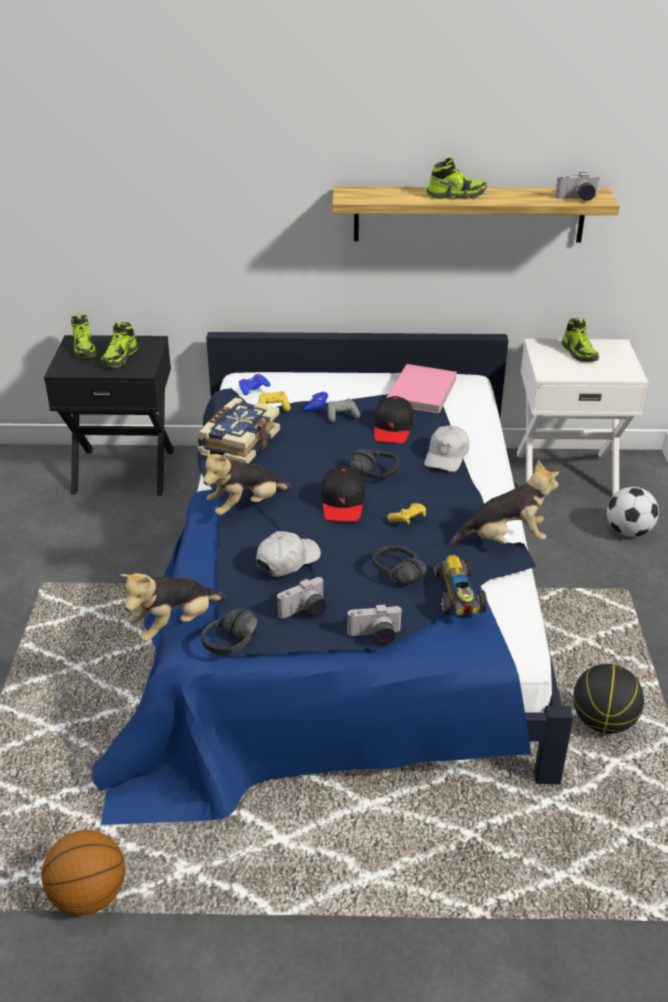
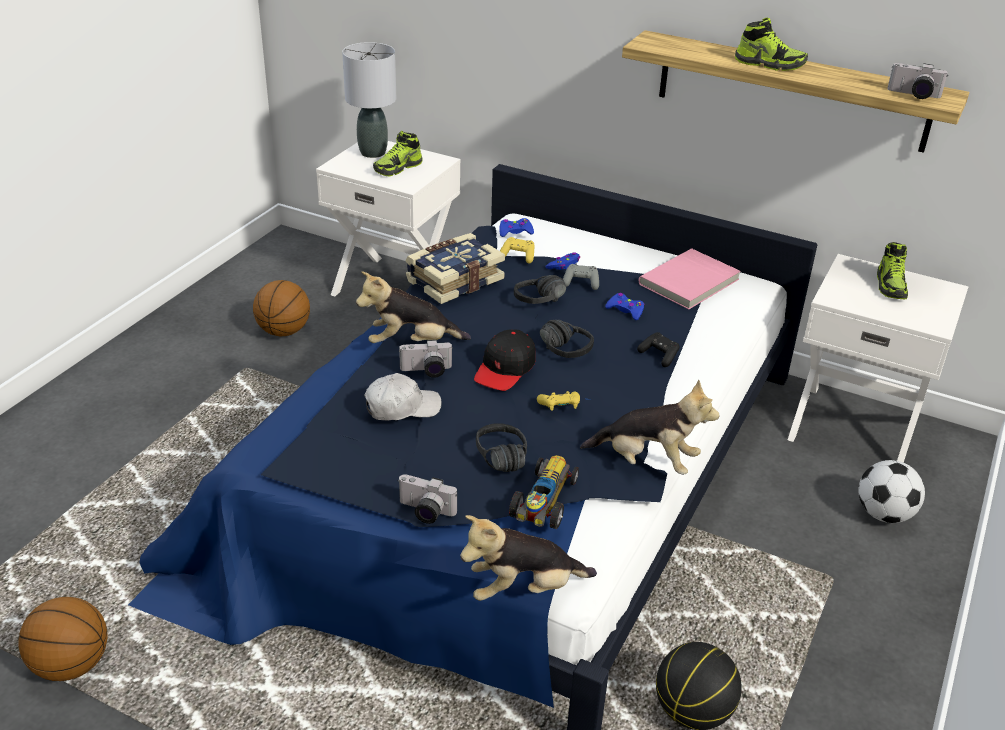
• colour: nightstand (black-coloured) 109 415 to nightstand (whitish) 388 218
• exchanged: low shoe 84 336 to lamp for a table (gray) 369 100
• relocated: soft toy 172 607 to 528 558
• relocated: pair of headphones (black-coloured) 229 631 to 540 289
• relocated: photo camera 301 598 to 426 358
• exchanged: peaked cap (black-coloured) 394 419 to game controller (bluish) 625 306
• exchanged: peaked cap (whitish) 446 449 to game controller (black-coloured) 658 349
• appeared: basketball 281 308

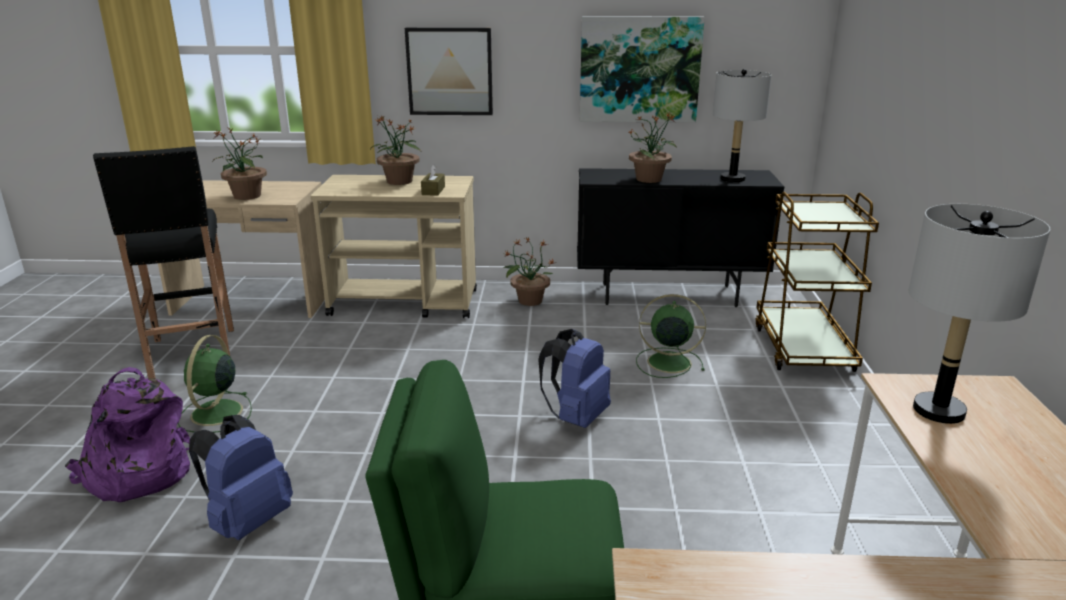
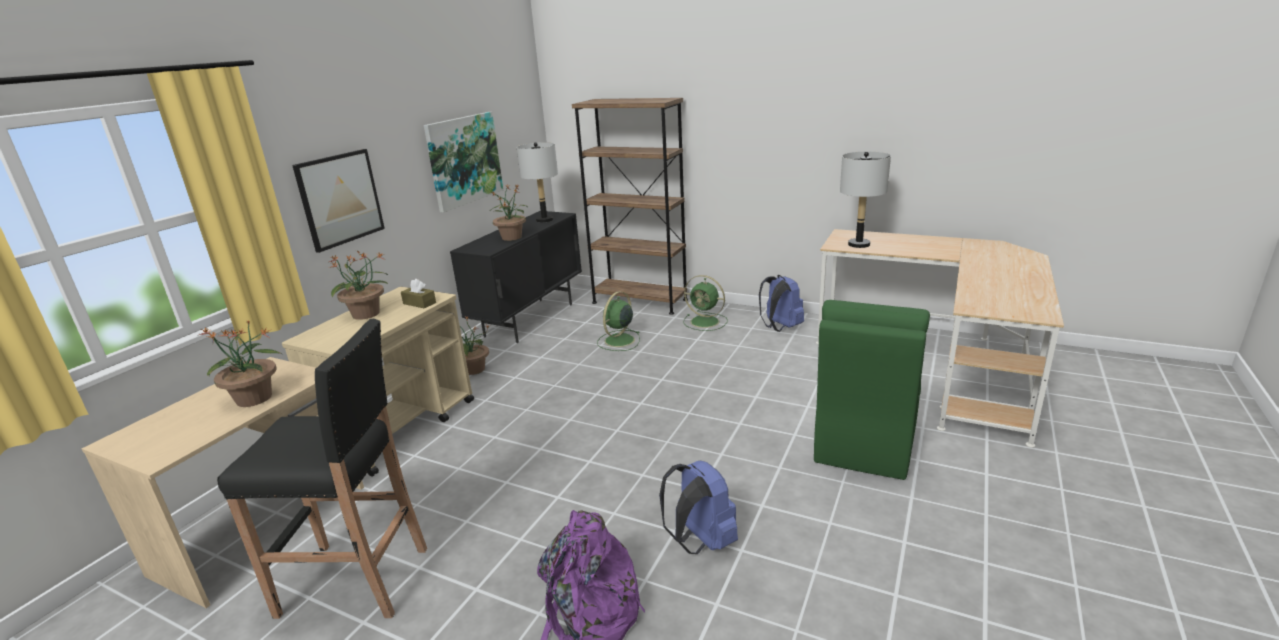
• relocated: fan (green) 215 384 to 705 303
• relocated: rucksack (bluish) 574 378 to 781 303
• exchanged: wheeled cart (brown-coloured) 817 282 to bookcase (brown-coloured) 630 206

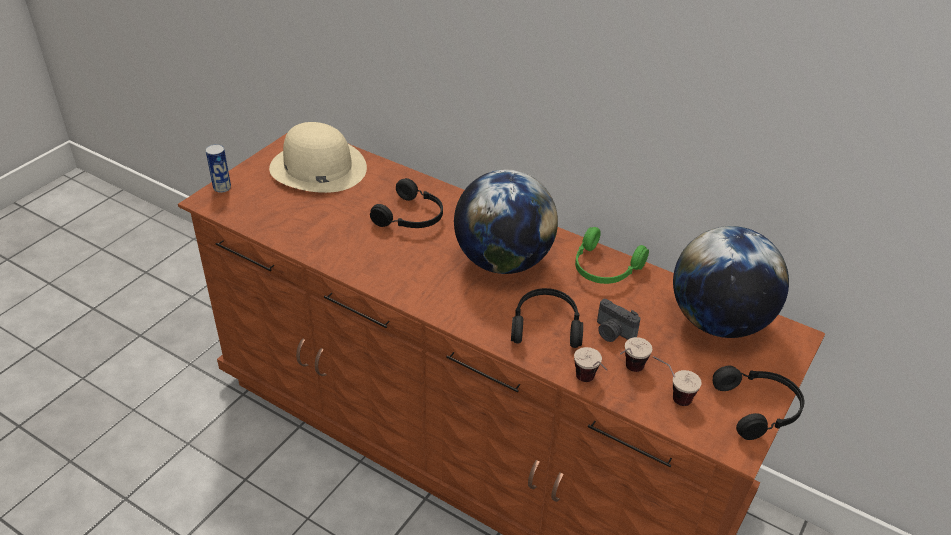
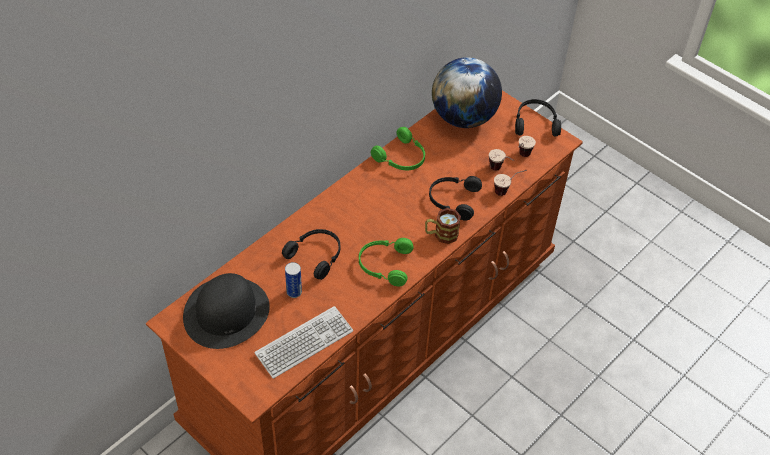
• relocated: can 218 168 to 293 280
• colour: clothing hat (sand-coloured) 318 157 to clothing hat (black-coloured) 226 311
• missing: world globe 506 222
• missing: photo camera 619 320
• appeared: keyboard 303 342
• appeared: pair of headphones (green) 386 262
• appeared: coffee mug 443 226

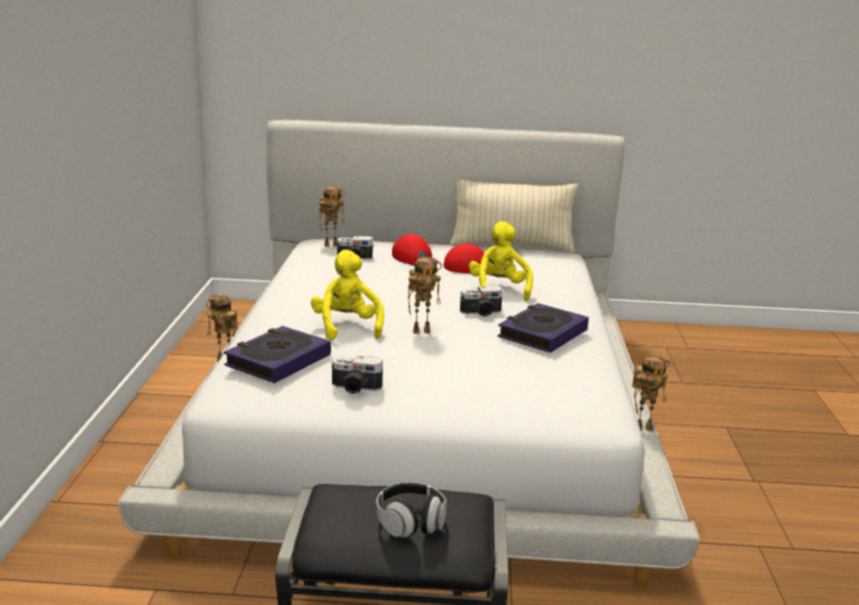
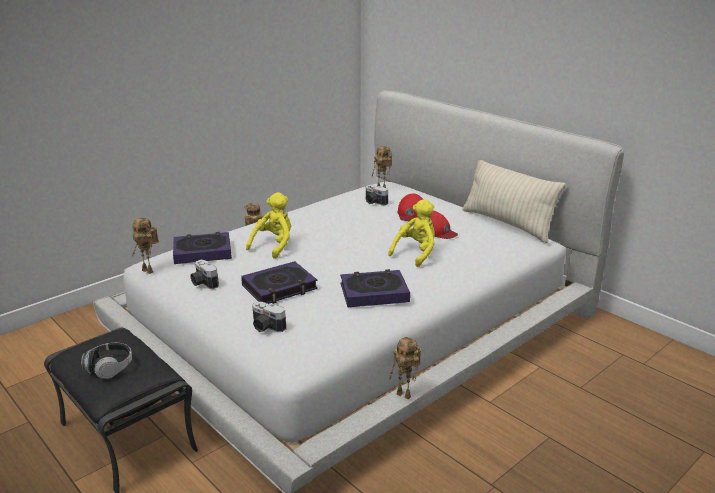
• relocated: model robot 425 295 to 145 246
• relocated: photo camera 481 301 to 269 317
• appeared: book 279 282

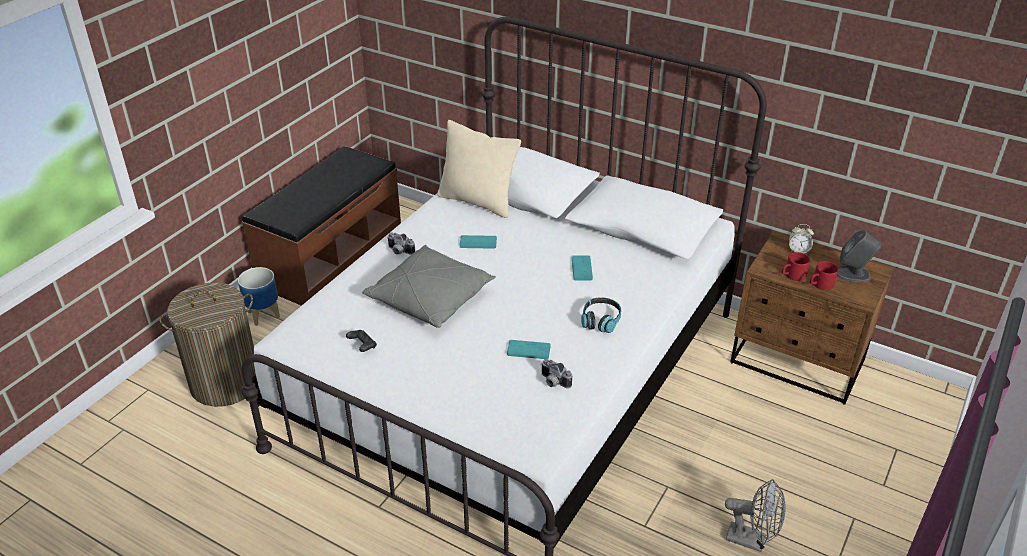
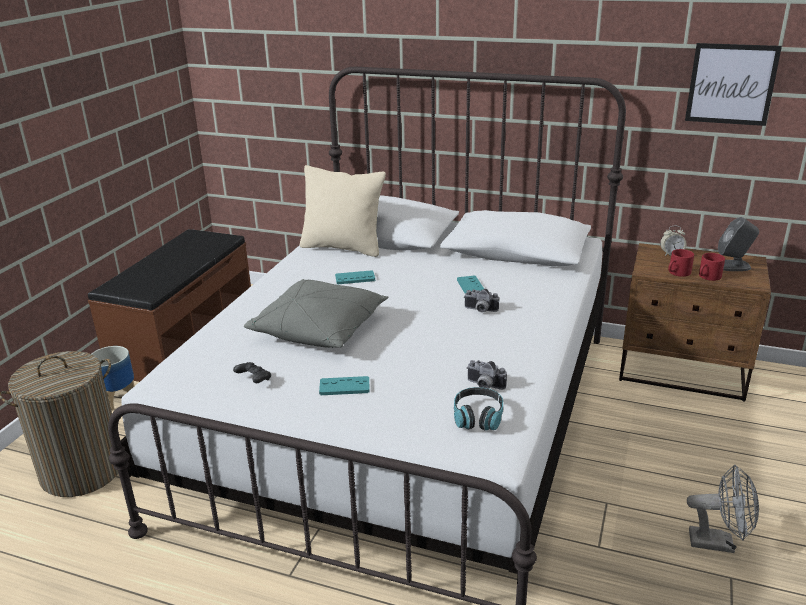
• relocated: photo camera 401 243 to 481 300
• relocated: game controller (turquoise-coloured) 529 349 to 344 385
• relocated: pair of headphones 601 315 to 478 409
• appeared: picture 733 84

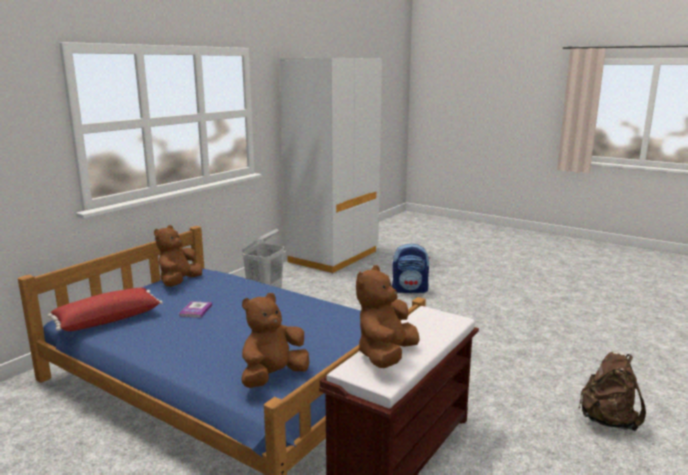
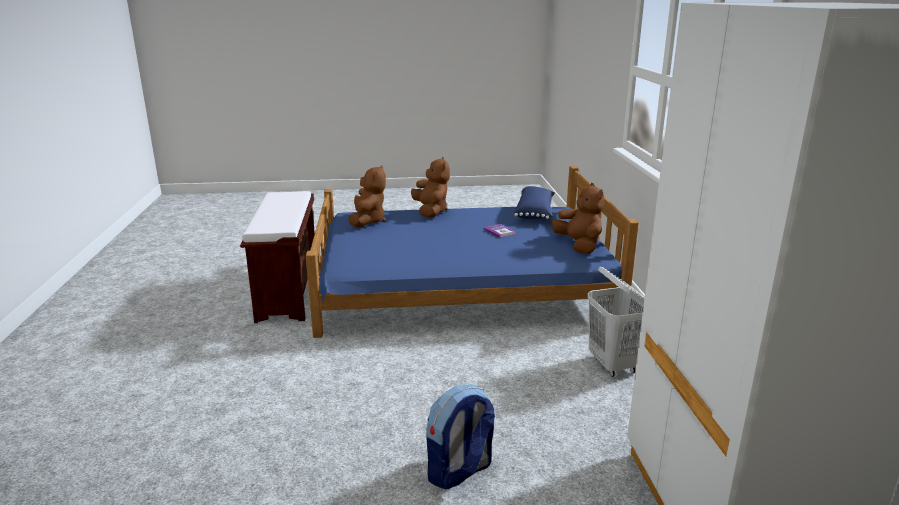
• colour: cushion (red-coloured) 105 309 to cushion (bluish) 534 202
• relocated: soft toy (brown-coloured) 388 316 to 430 187
• missing: rucksack (brown-coloured) 612 391

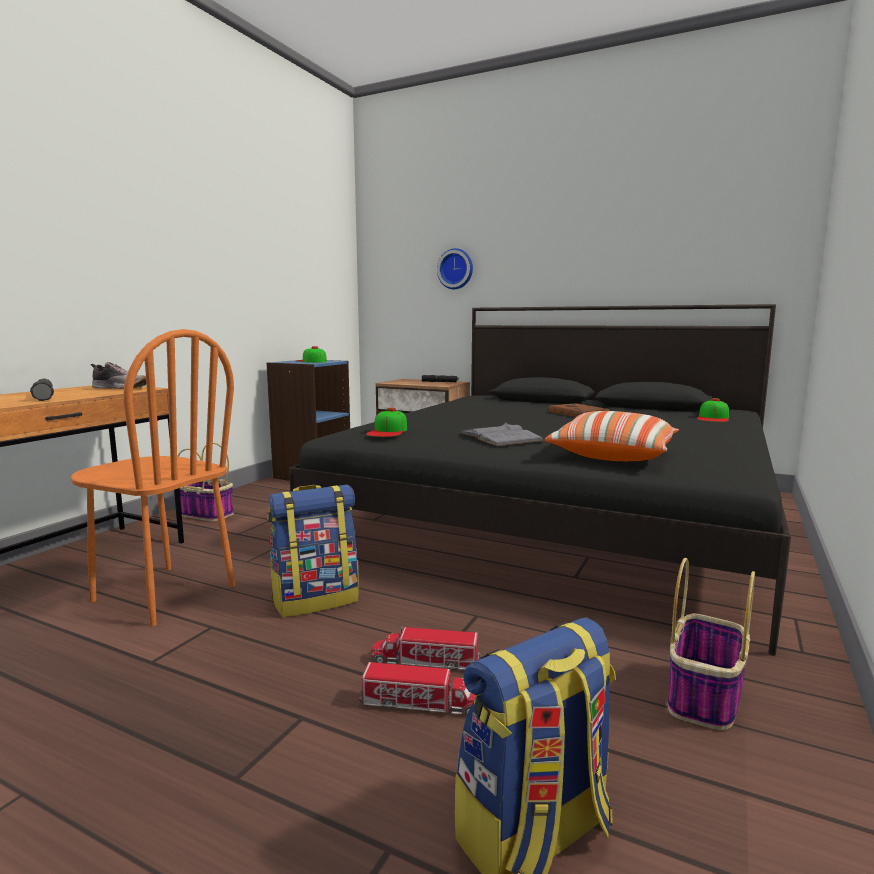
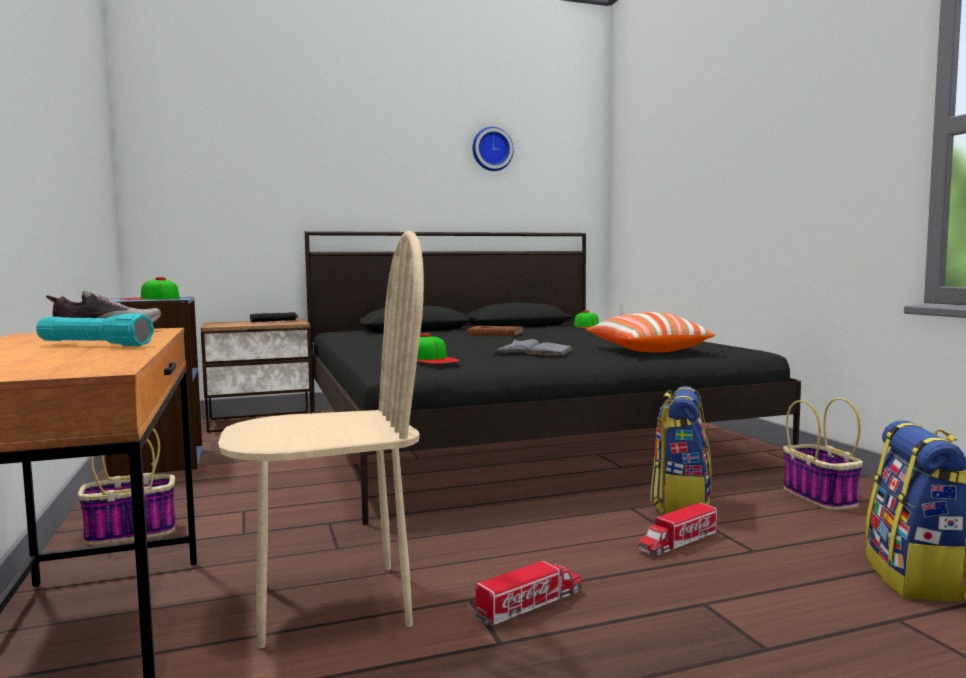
• colour: flashlight (black-coloured) 42 389 to flashlight (turquoise-coloured) 95 329
• colour: upright chair (orangey) 152 477 to upright chair (sand-coloured) 321 439
• relocated: rucksack 313 550 to 681 450
• relocated: model truck 417 688 to 527 593
• relocated: clock on the wall 455 268 to 493 149

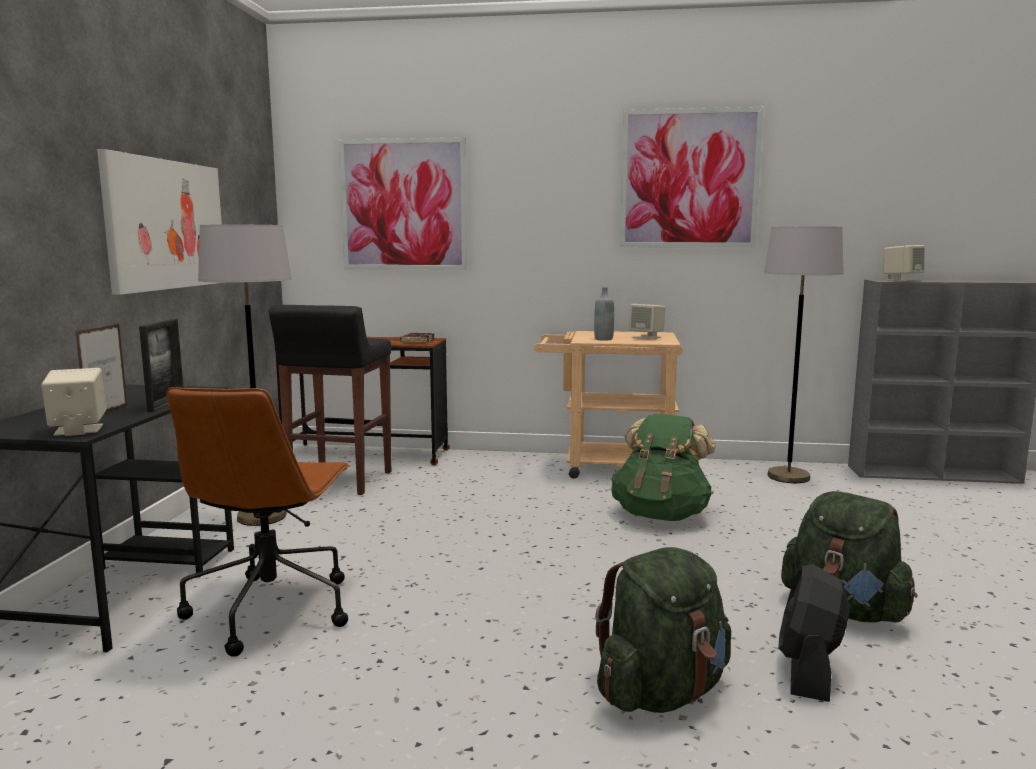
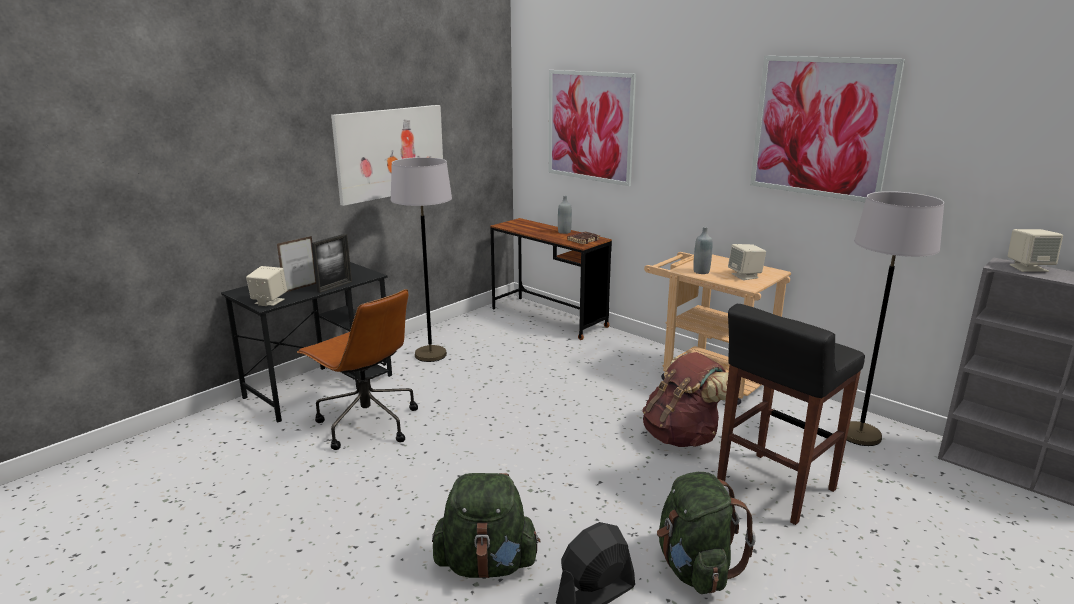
• spun: computer chair (brown-coloured) 258 522 = 357 369 90 degrees counterclockwise
• relocated: stool seat (black-coloured) 330 400 to 791 414
• colour: rucksack (green) 663 467 to rucksack (brown-coloured) 685 399
• appeared: drink bottle (gray) 565 214

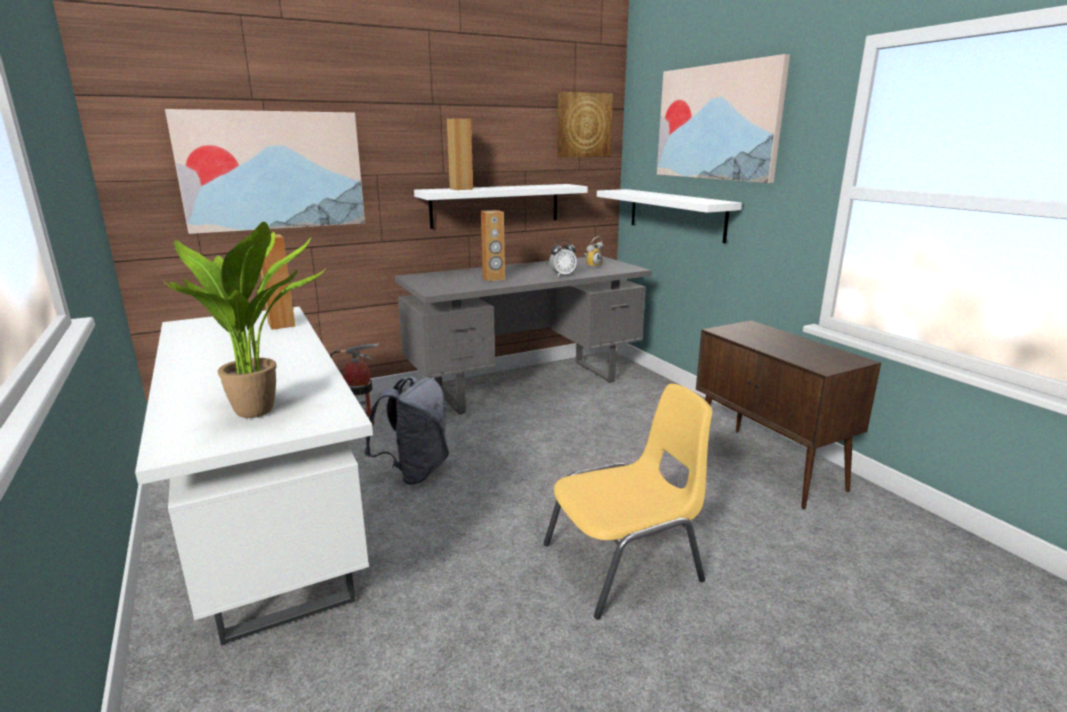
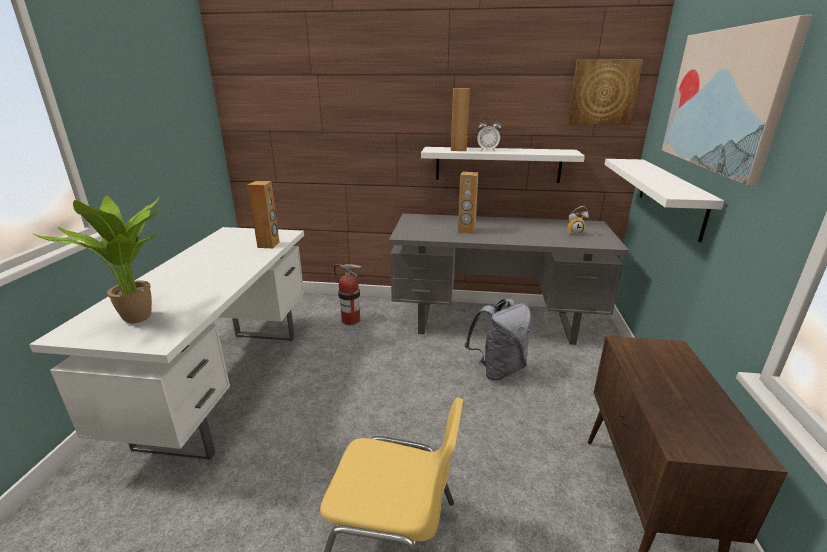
• missing: picture 265 171
• relocated: rucksack (gray) 406 431 to 498 339
• relocated: alarm clock 563 258 to 489 135

